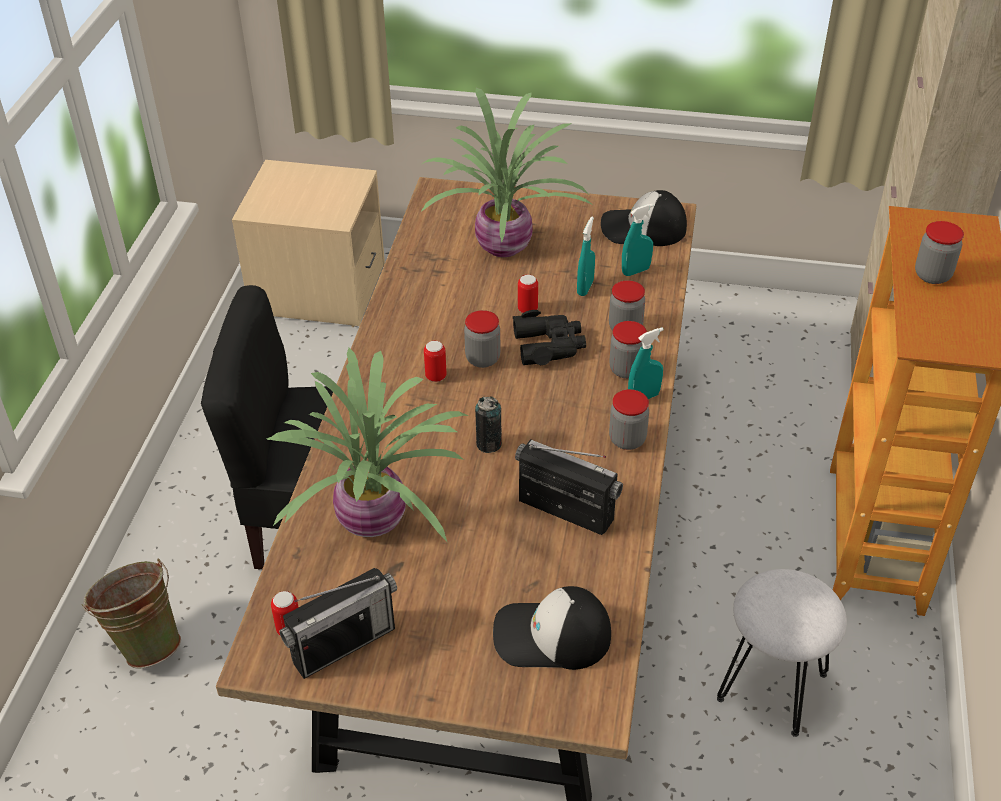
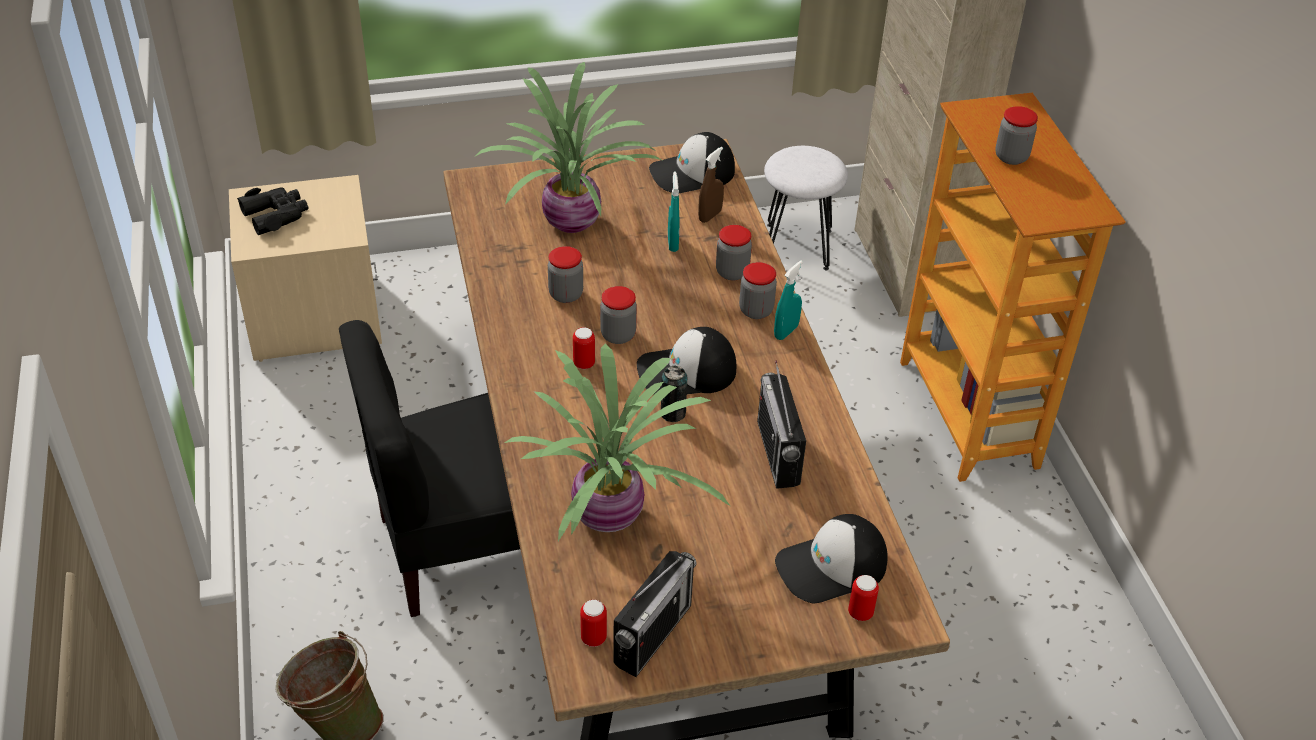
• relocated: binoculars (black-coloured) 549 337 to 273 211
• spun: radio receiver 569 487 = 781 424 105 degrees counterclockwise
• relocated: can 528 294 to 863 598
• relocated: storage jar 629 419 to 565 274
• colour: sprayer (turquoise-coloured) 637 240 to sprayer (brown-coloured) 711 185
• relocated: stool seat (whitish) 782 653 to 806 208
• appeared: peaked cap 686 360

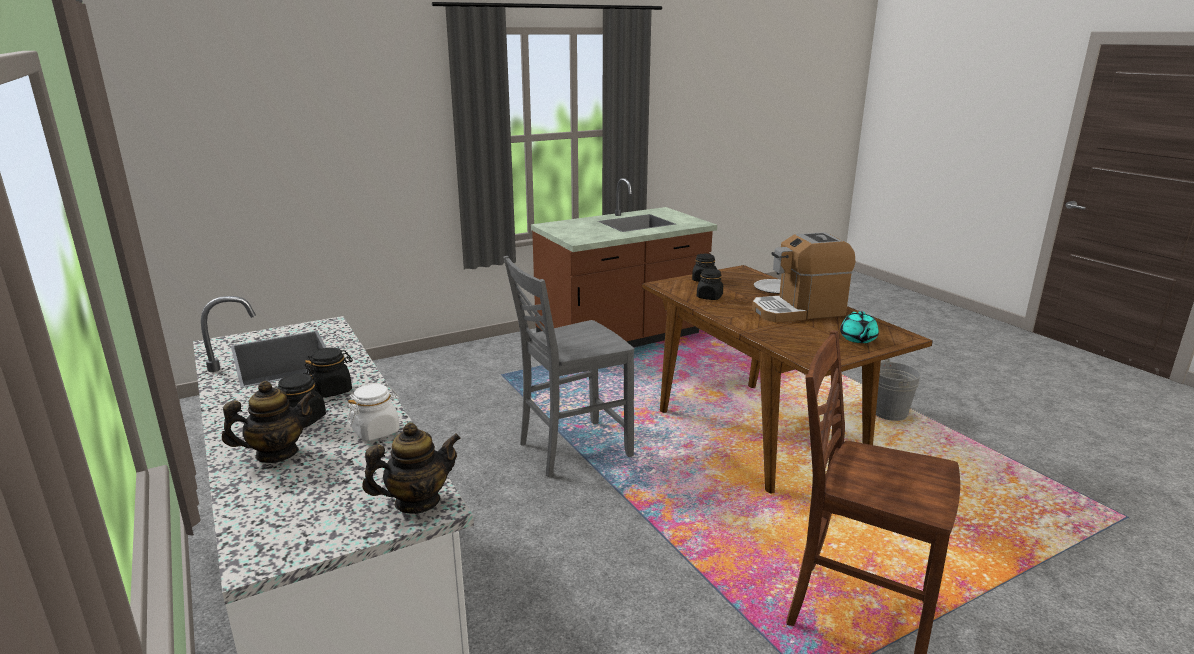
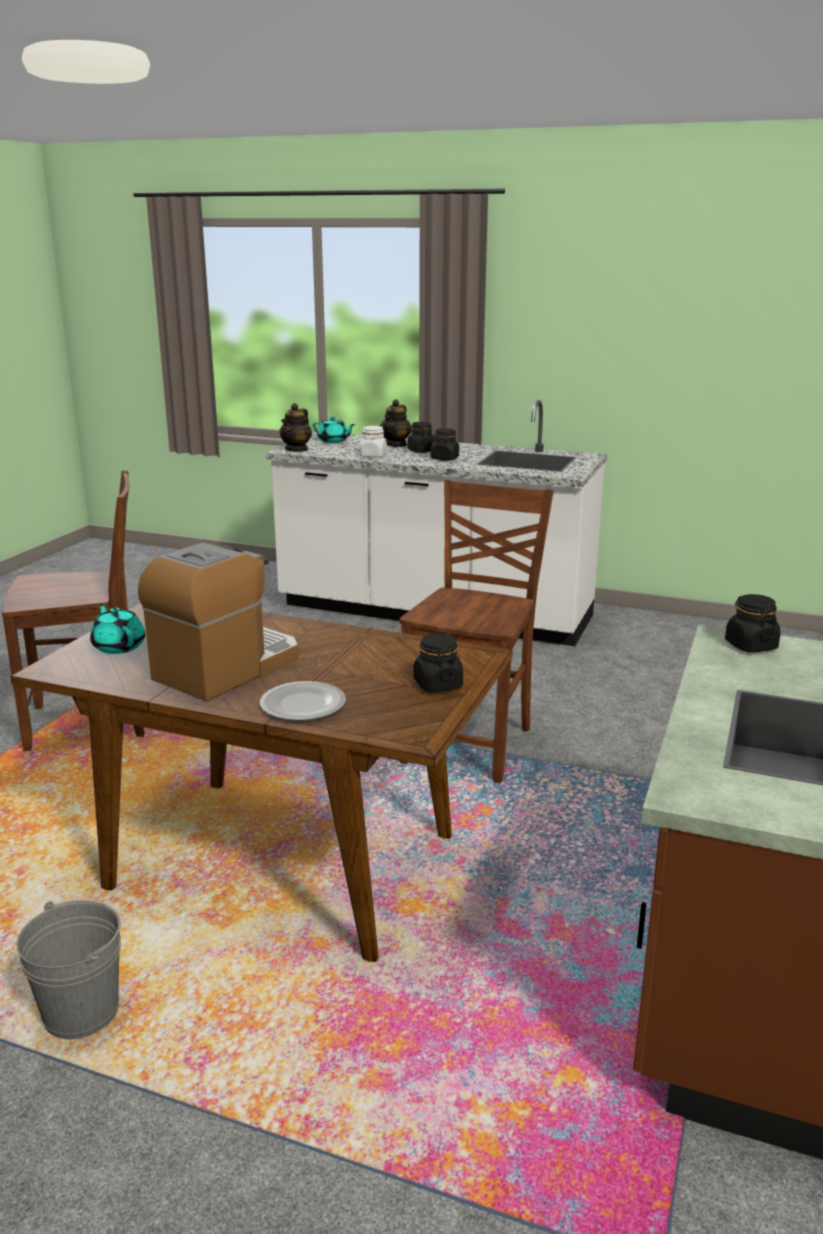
• colour: upright chair (gray) 569 366 to upright chair (brown-coloured) 476 631
• relocated: storage jar (black-coloured) 710 284 to 753 623
• appeared: pot for tea (turquoise-coloured) 333 429

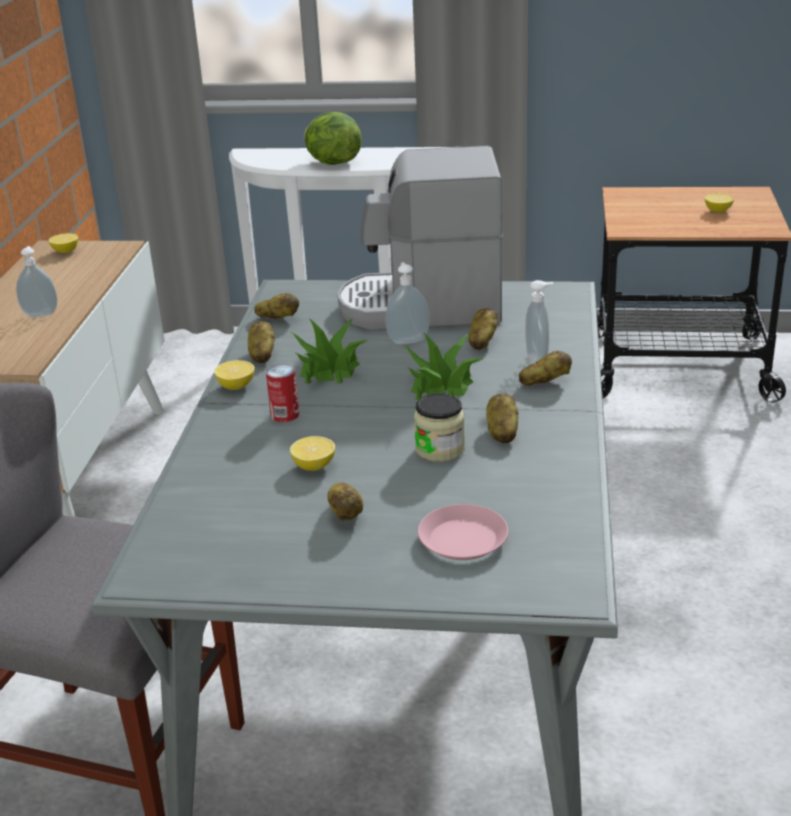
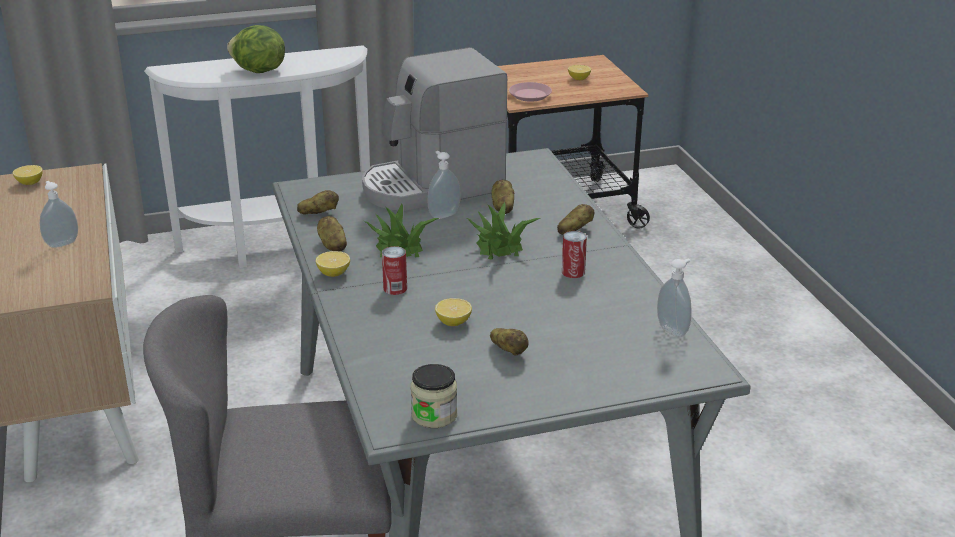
• relocated: storage jar 439 427 to 434 396
• relocated: flat dish (pink-coloured) 463 532 to 530 92
• exchanged: potato 502 418 to can 574 254
• relocated: soap bottle 539 322 to 674 297

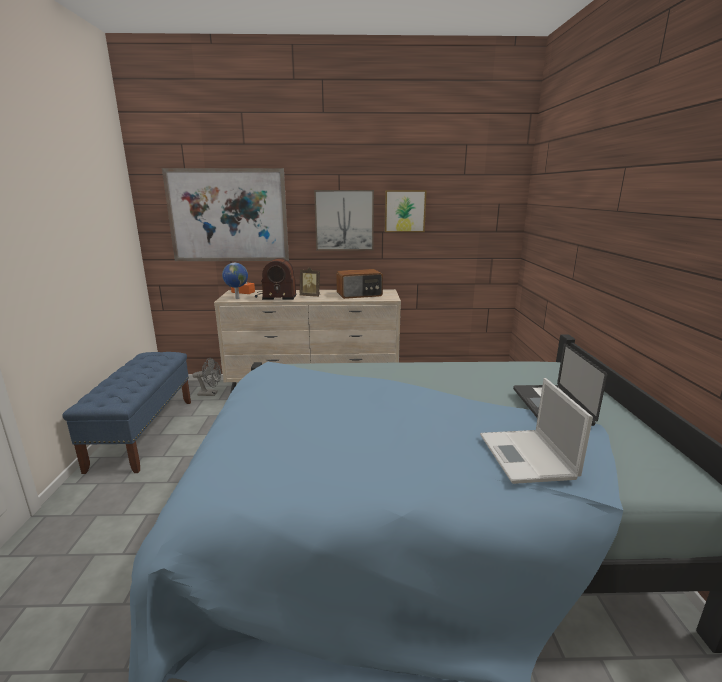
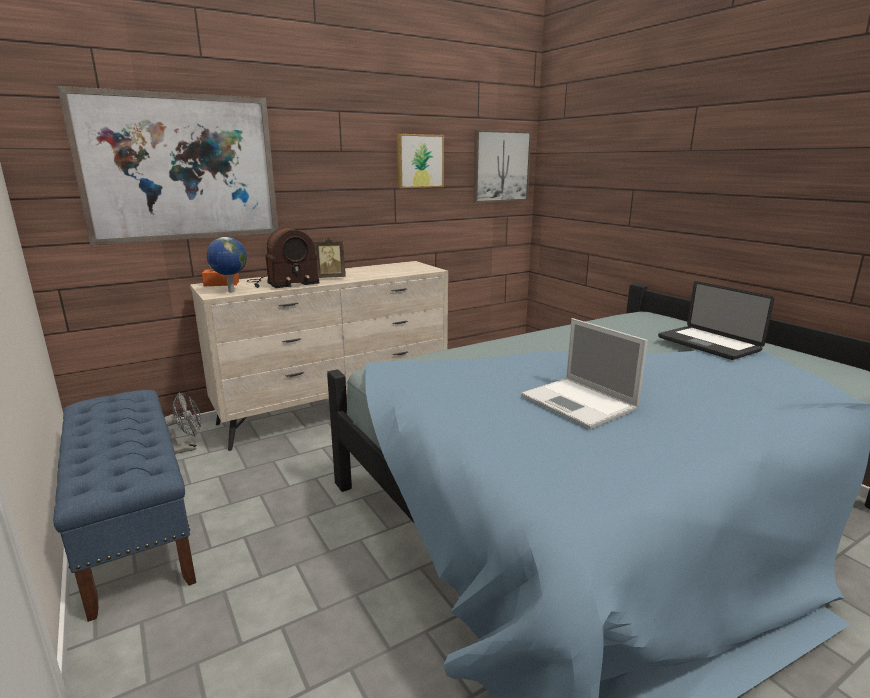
• relocated: picture 344 220 to 502 166
• missing: radio receiver 359 284
• relocated: portable computer 536 431 to 584 373

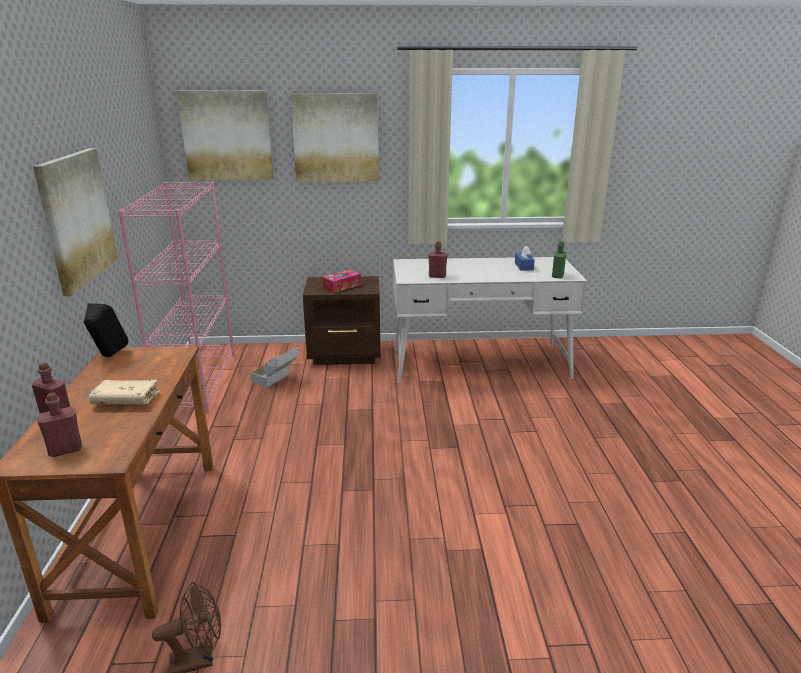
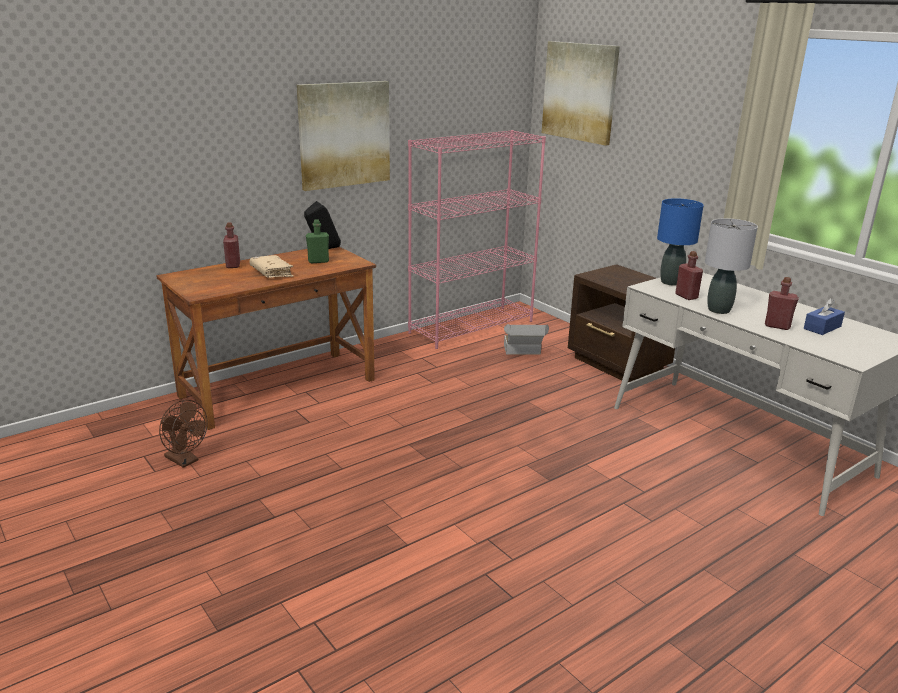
• relocated: drink bottle (red-coloured) 59 425 to 782 303
• missing: picture 334 137
• missing: box of tissues 341 281
• relocated: drink bottle (green) 559 259 to 317 241
• appeared: lamp for a table (bluish) 680 242
• appeared: lamp for a table (gray) 731 266

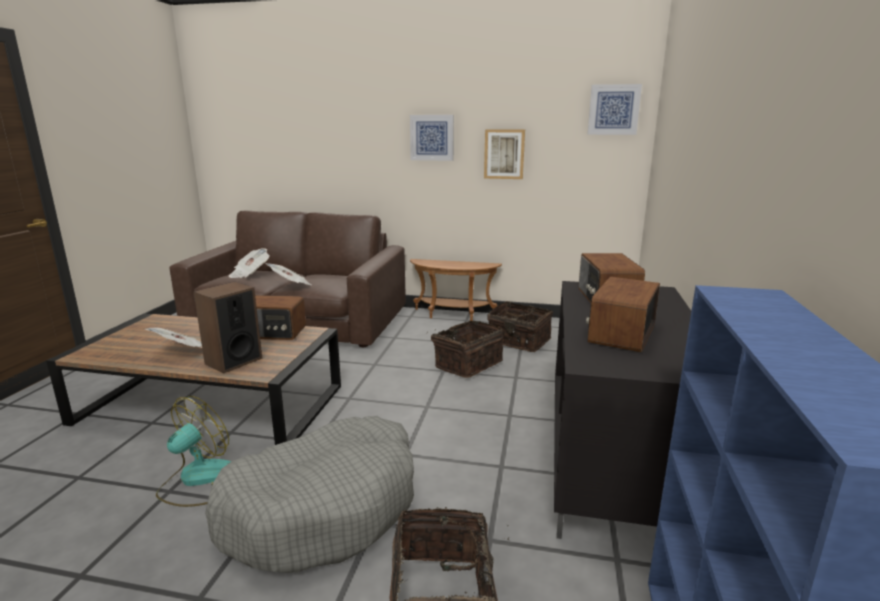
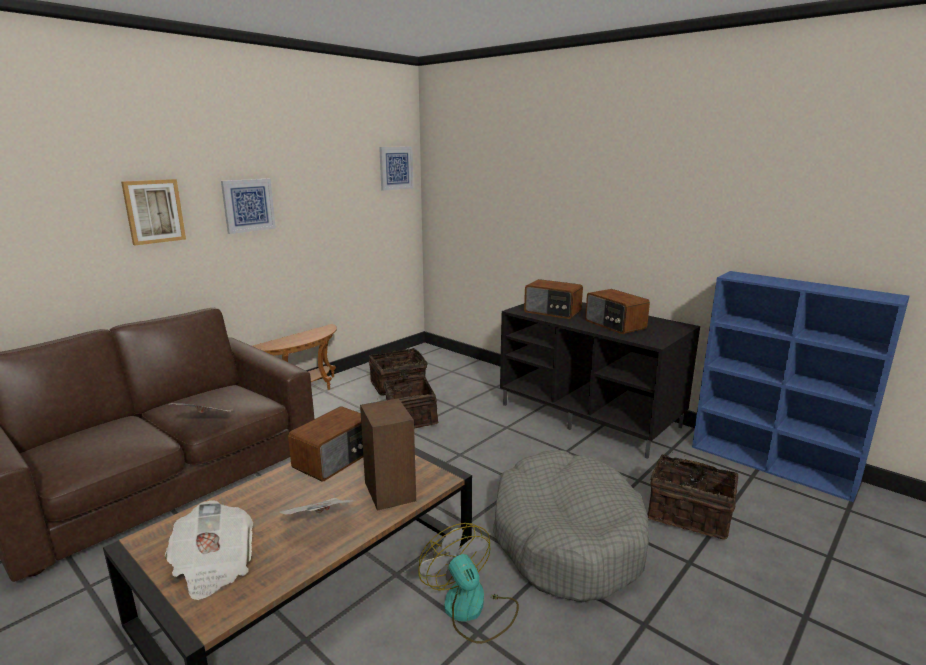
• relocated: newspaper 249 263 to 209 550
• relocated: picture 504 154 to 153 212

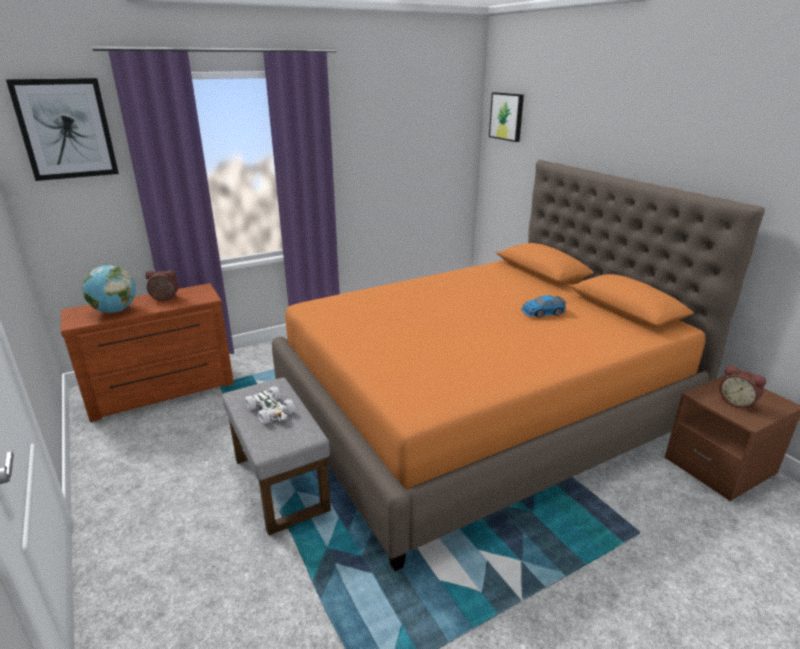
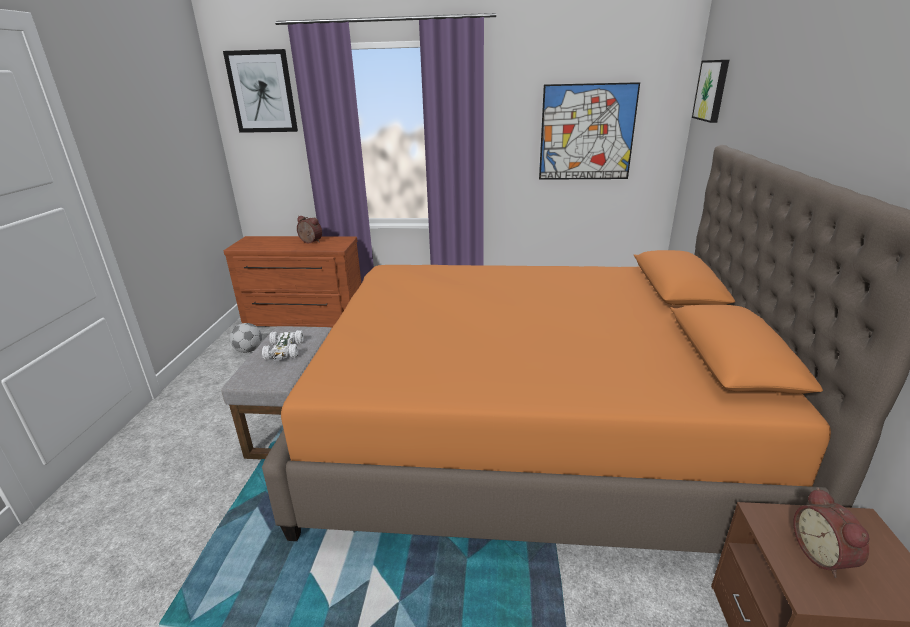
• missing: world globe 109 289
• missing: model car 544 306
• appeared: football 245 338
• appeared: picture 589 131

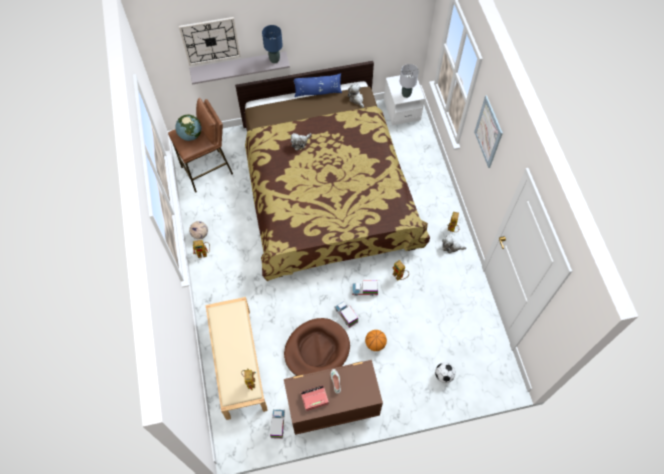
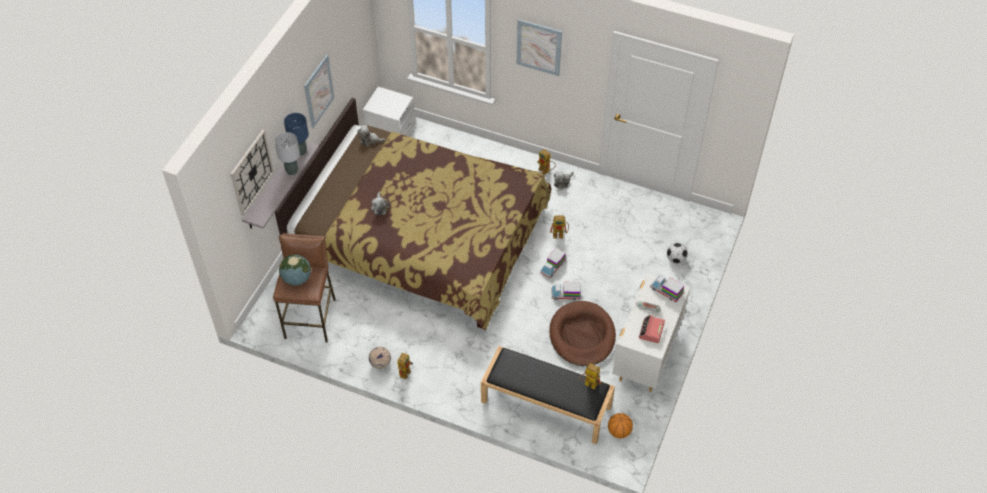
• colour: bench (sand-coloured) 237 358 to bench (black-coloured) 548 395
• relocated: model truck 277 424 to 667 288
• colour: drawer chest (brown-coloured) 333 397 to drawer chest (whitish) 651 332
• missing: cushion (bluish) 318 85
• relocated: basketball 376 340 to 620 425
• relocated: lamp for a table (gray) 409 81 to 287 153
• appeared: picture 319 91

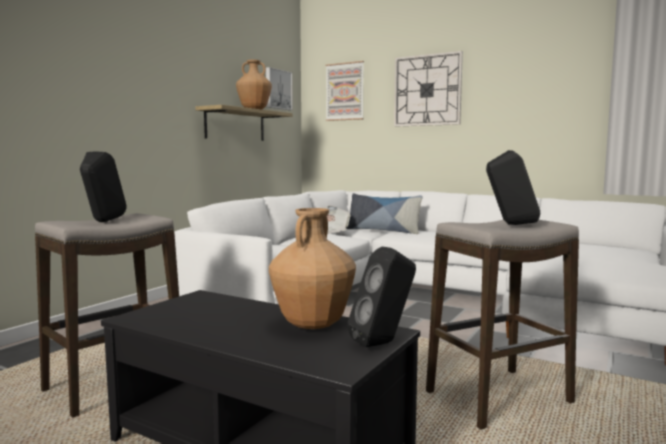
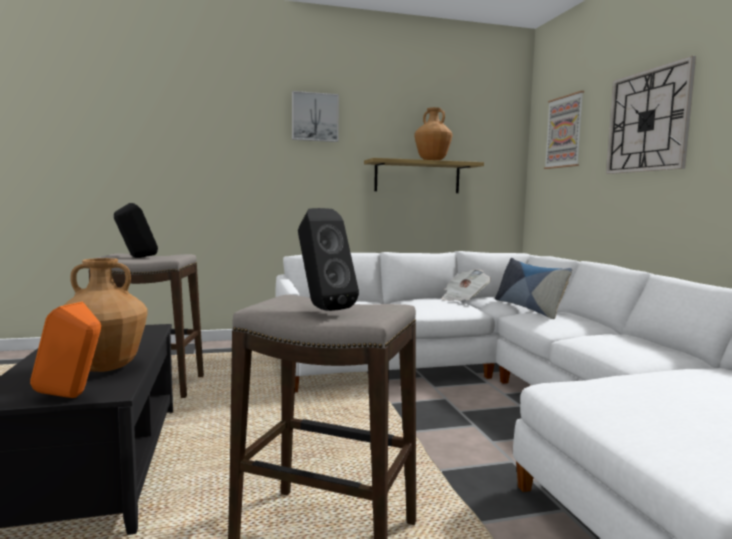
• relocated: picture 279 88 to 315 116
• colour: loudspeaker (black-coloured) 381 297 to loudspeaker (orangey) 65 350

